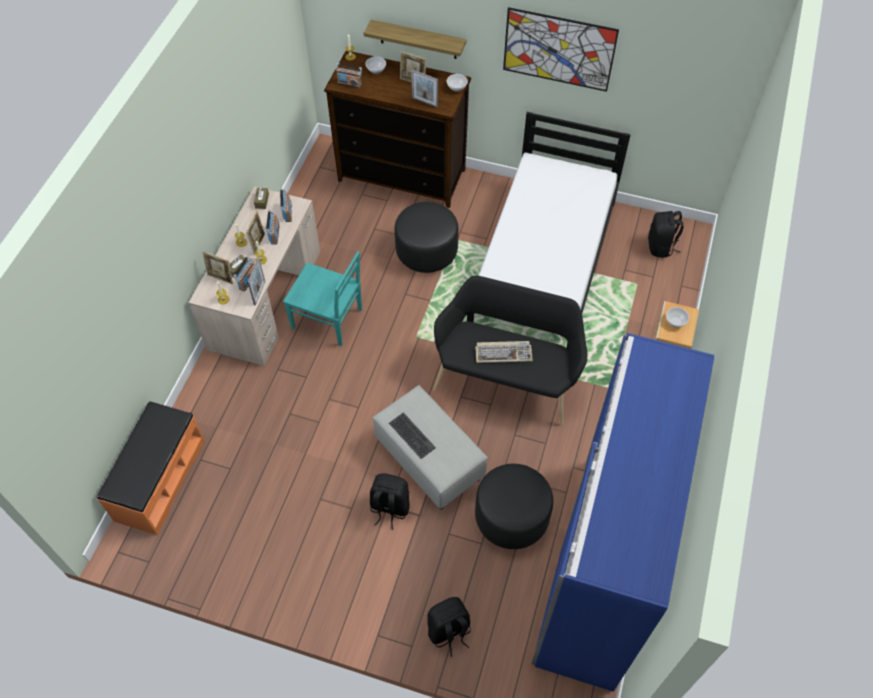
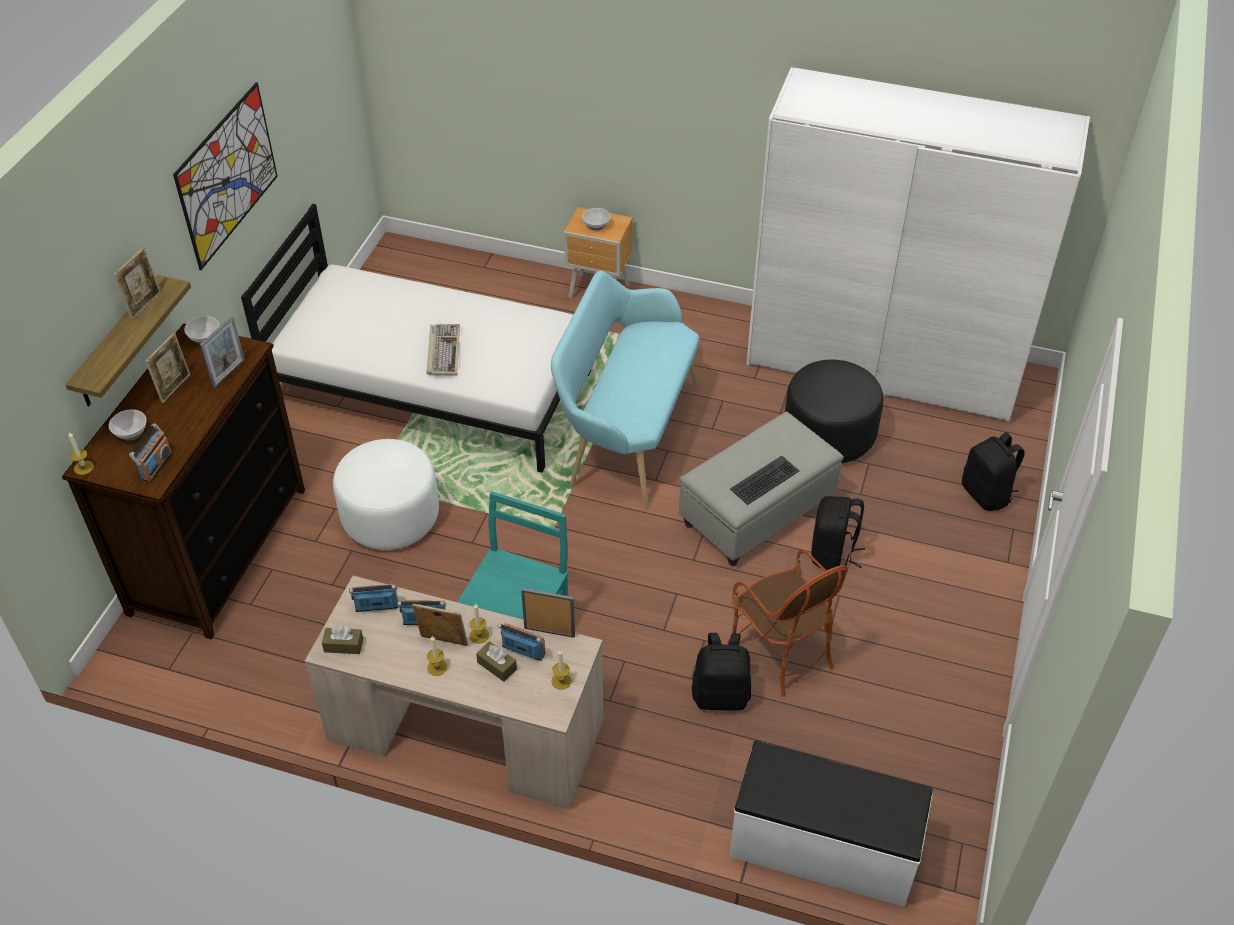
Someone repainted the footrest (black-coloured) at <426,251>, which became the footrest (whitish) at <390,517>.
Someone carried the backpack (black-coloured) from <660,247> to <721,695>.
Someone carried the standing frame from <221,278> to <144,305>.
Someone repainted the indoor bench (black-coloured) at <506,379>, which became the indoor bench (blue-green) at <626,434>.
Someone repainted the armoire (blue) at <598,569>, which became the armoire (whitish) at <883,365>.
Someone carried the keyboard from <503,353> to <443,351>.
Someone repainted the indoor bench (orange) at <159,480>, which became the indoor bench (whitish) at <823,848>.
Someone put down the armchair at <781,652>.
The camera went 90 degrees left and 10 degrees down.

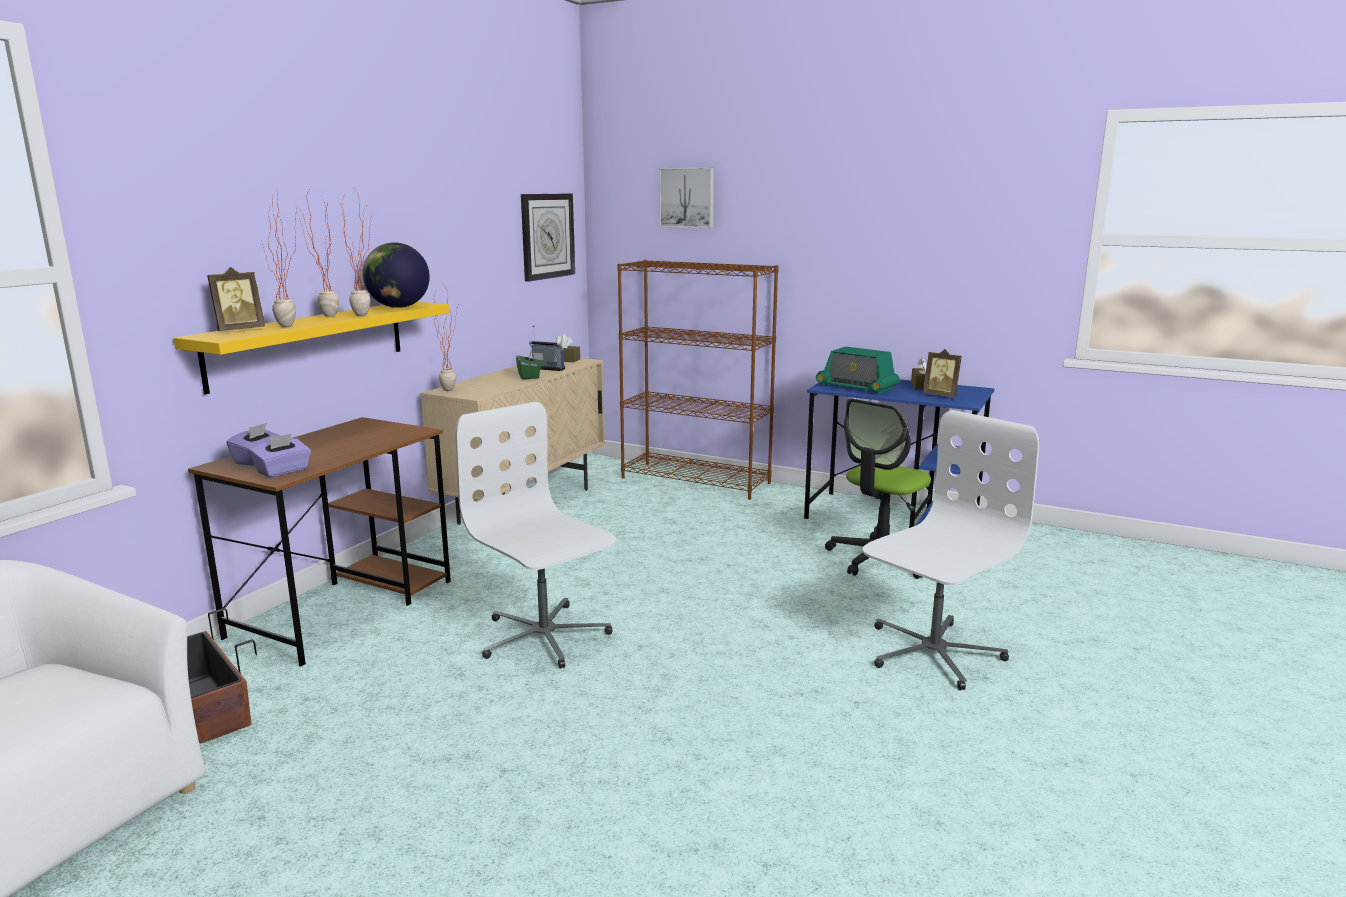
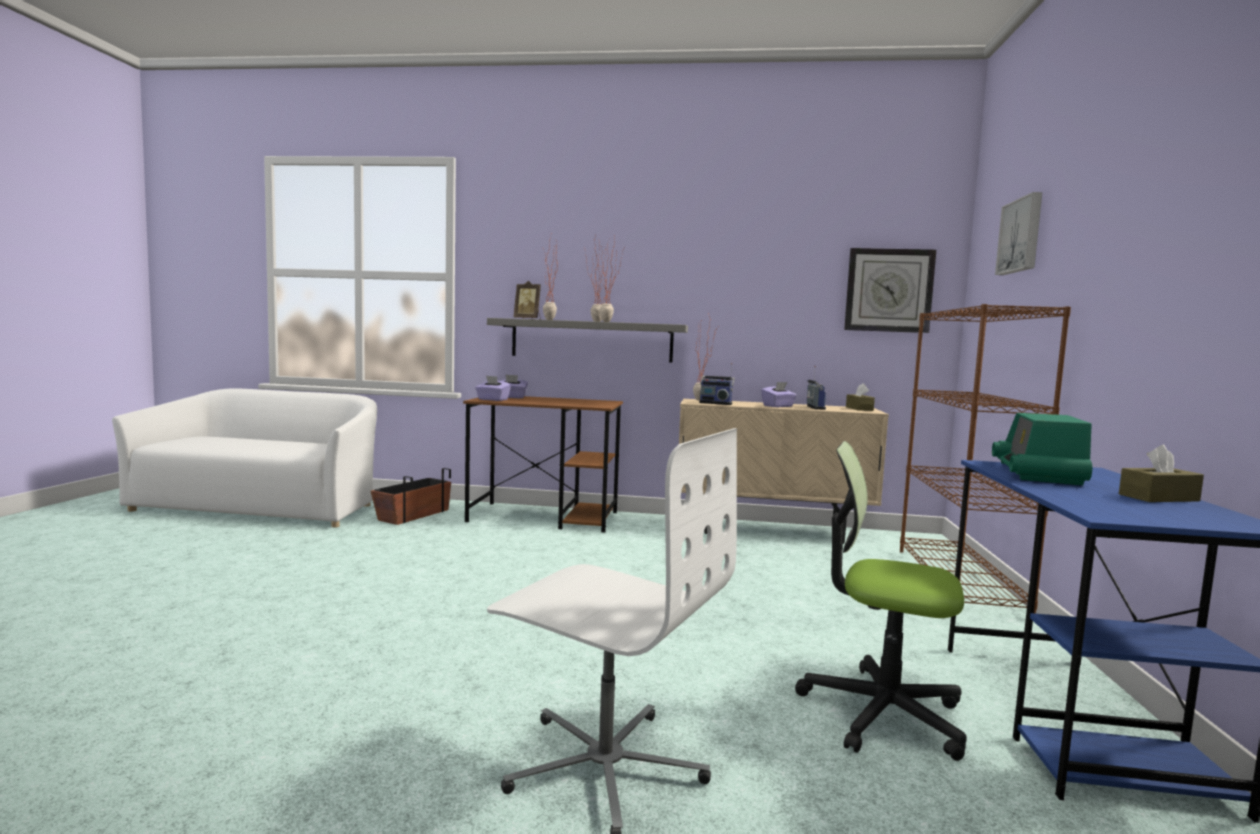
Someone took away the desk globe at <398,307>.
Someone repainted the bracket shelf (yellow-coloured) at <309,343>, which became the bracket shelf (gray) at <591,340>.
Someone took away the standing frame at <941,396>.
Someone repainted the box of tissues (green-coloured) at <529,376>, which became the box of tissues (purplish) at <778,406>.
Someone took away the office chair (whitish) at <543,637>.
Someone put down the radio at <716,403>.
The camera went 70 degrees right and 10 degrees down.

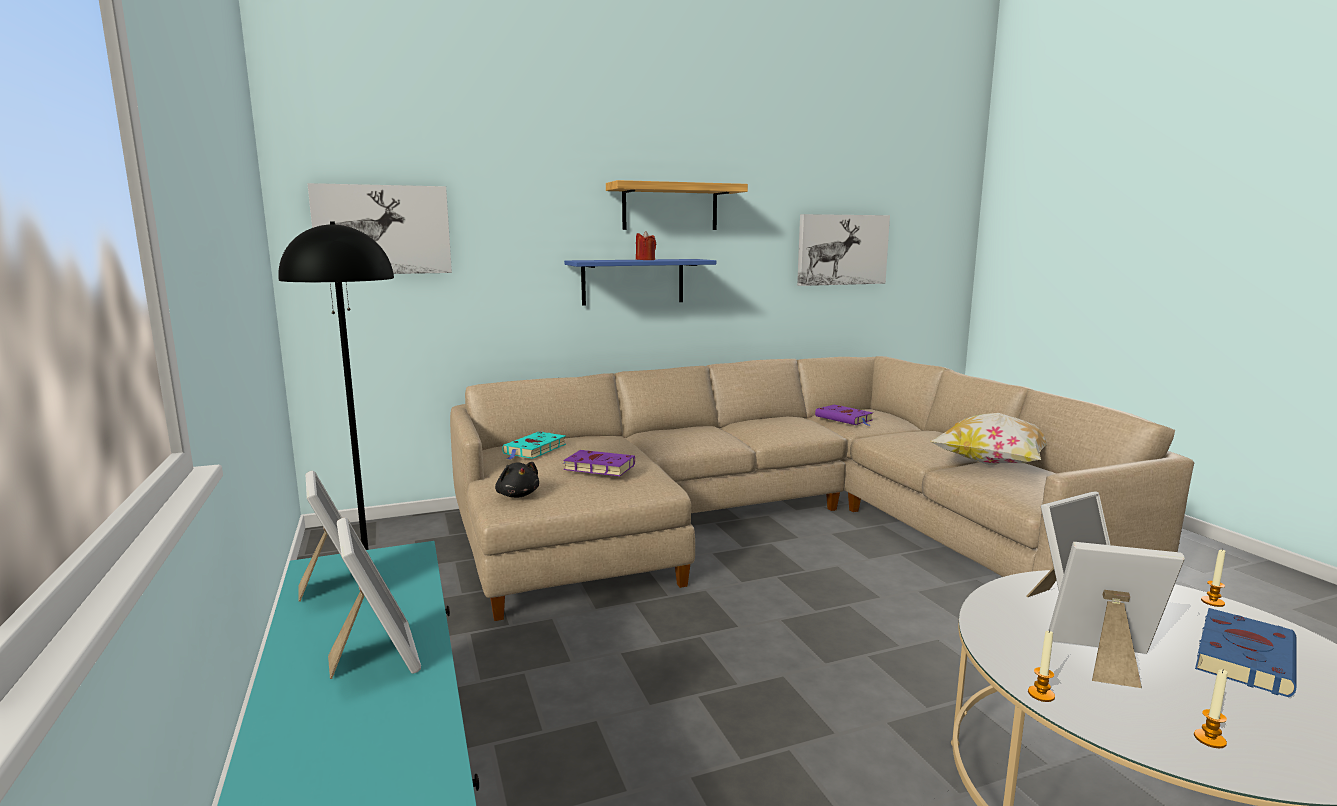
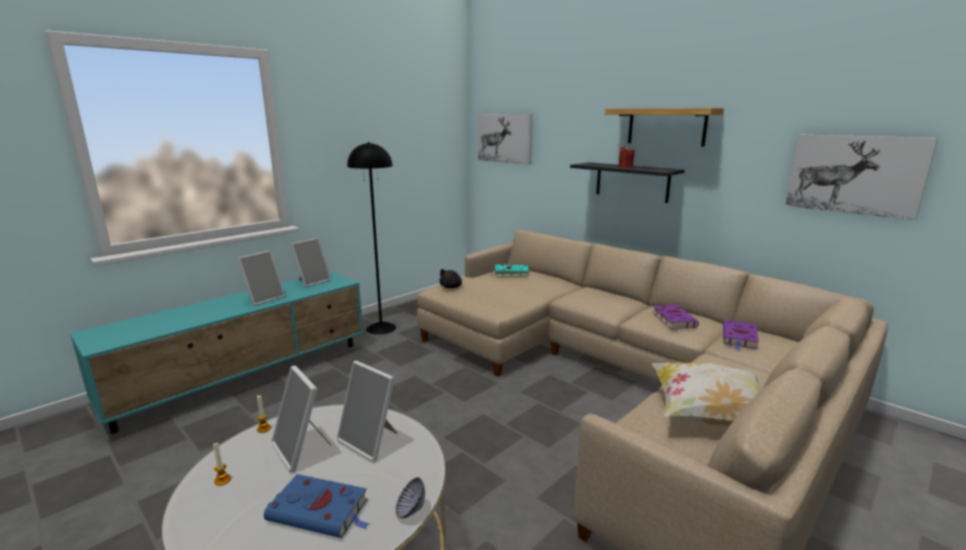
Someone repainted the bracket shelf (blue) at <633,281>, which became the bracket shelf (black-coloured) at <632,182>.
Someone carried the book (purplish) from <597,467> to <673,319>.
Someone rotated the standing frame at <1103,661> by 150 degrees clockwise.
Someone swapped the wax candle at <1212,602> for the bowl at <410,510>.
The camera went 65 degrees right and 5 degrees up.

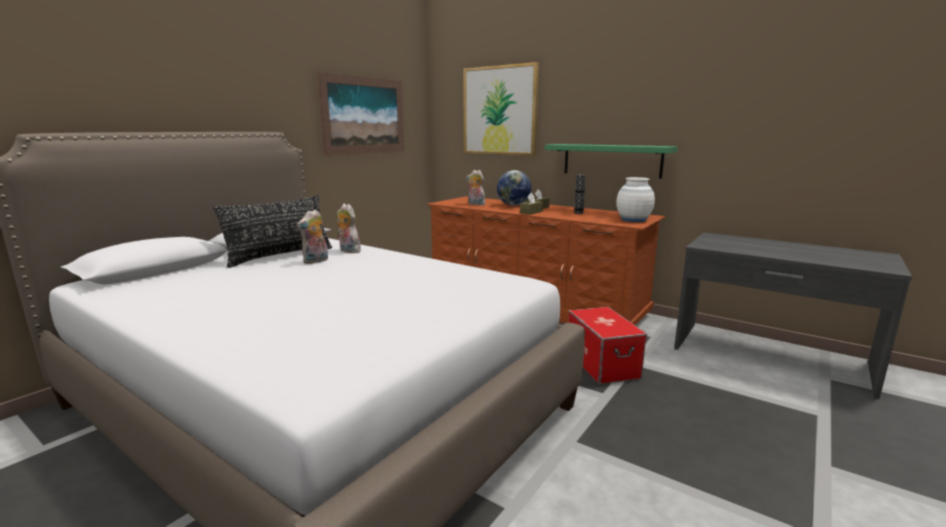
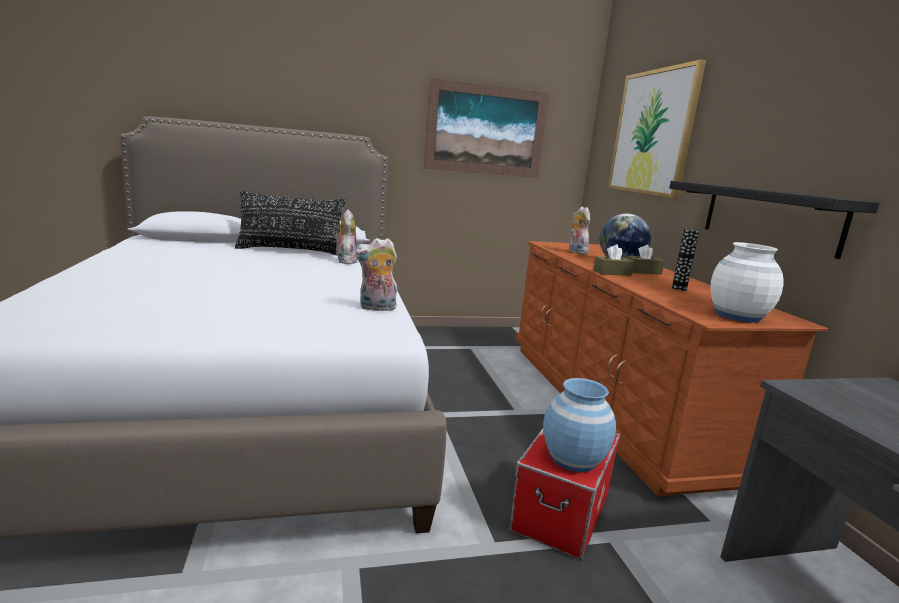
Someone repainted the bracket shelf (green-coloured) at <611,160>, which became the bracket shelf (black-coloured) at <769,216>.
Someone carried the plush toy from <316,261> to <377,308>.
Someone put down the vase (blue) at <573,459>.
The camera went 40 degrees right and 0 degrees up.

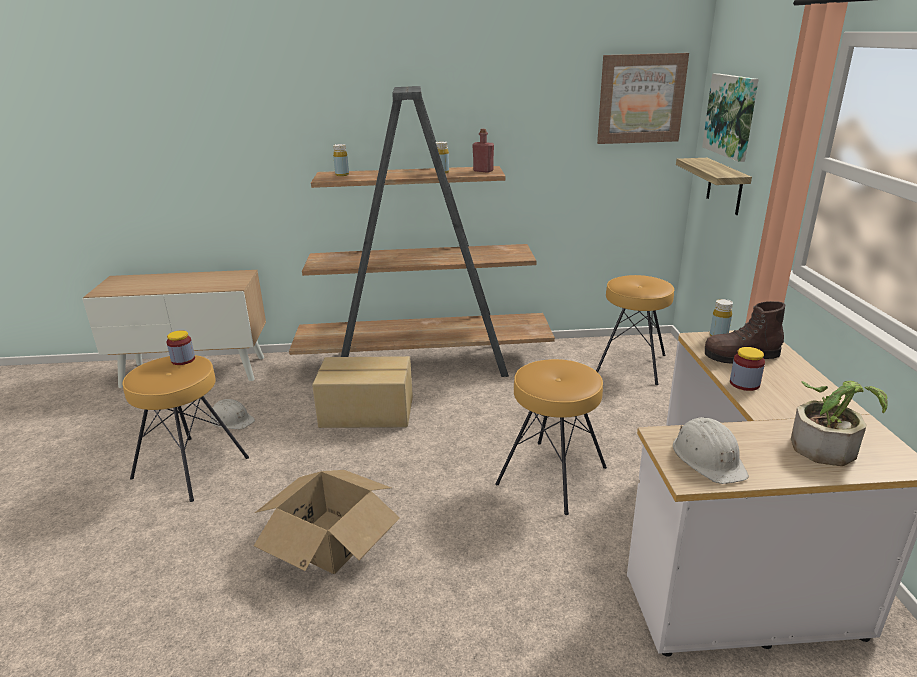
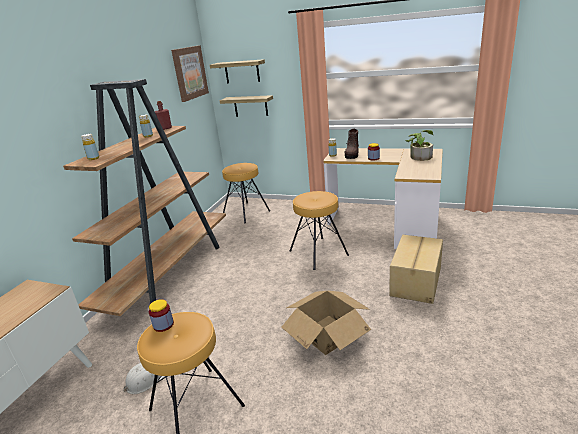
Someone swapped the wall picture at <731,115> for the bracket shelf at <242,71>.
Someone carried the packing box from <367,413> to <417,281>.
Someone took away the safety helmet (whitish) at <708,458>.
The camera went 65 degrees left and 0 degrees up.

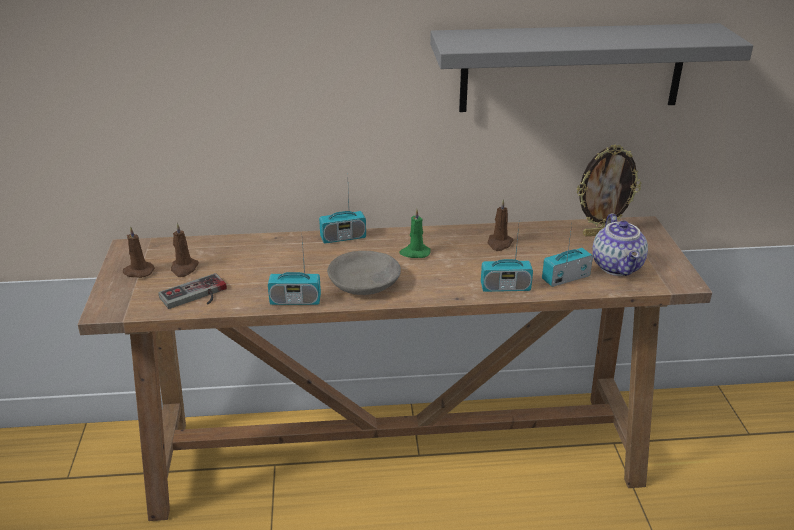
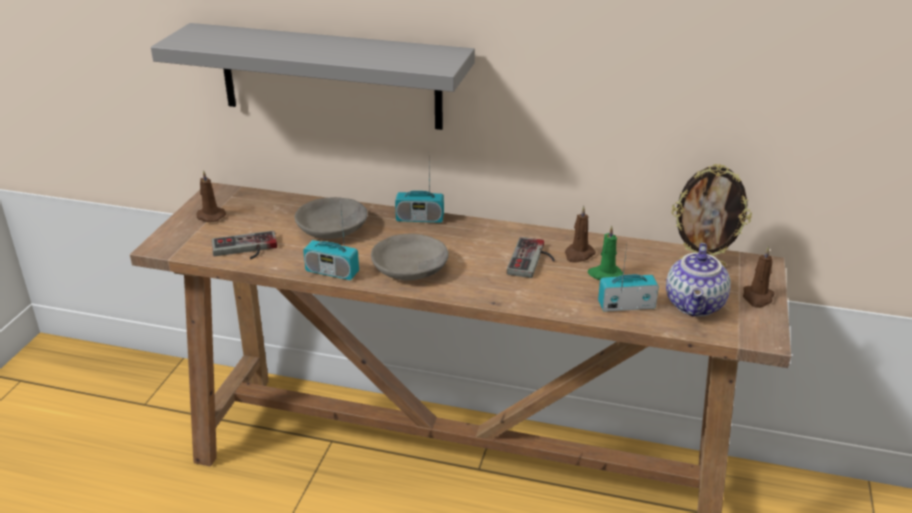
Someone carried the bracket shelf (gray) from <572,68> to <330,76>.
Someone carried the wax candle (green-coloured) from <414,253> to <604,275>.
Someone carried the wax candle (brown) from <184,268> to <757,298>.
Someone took away the radio at <505,287>.
Someone put down the bowl (gray) at <333,228>.
Someone put down the gamepad at <533,260>.
The camera went 20 degrees right and 0 degrees up.

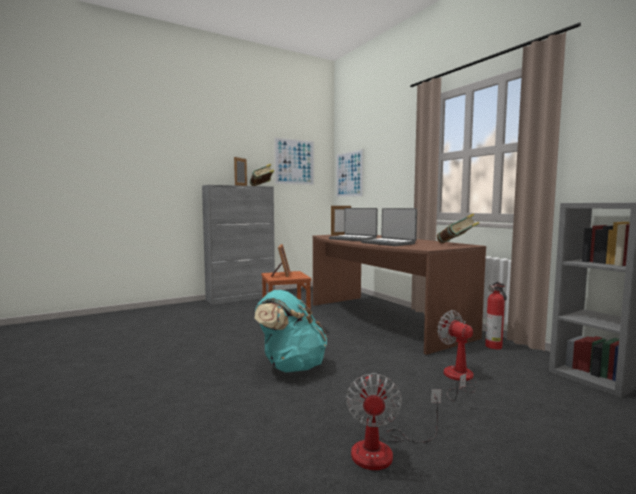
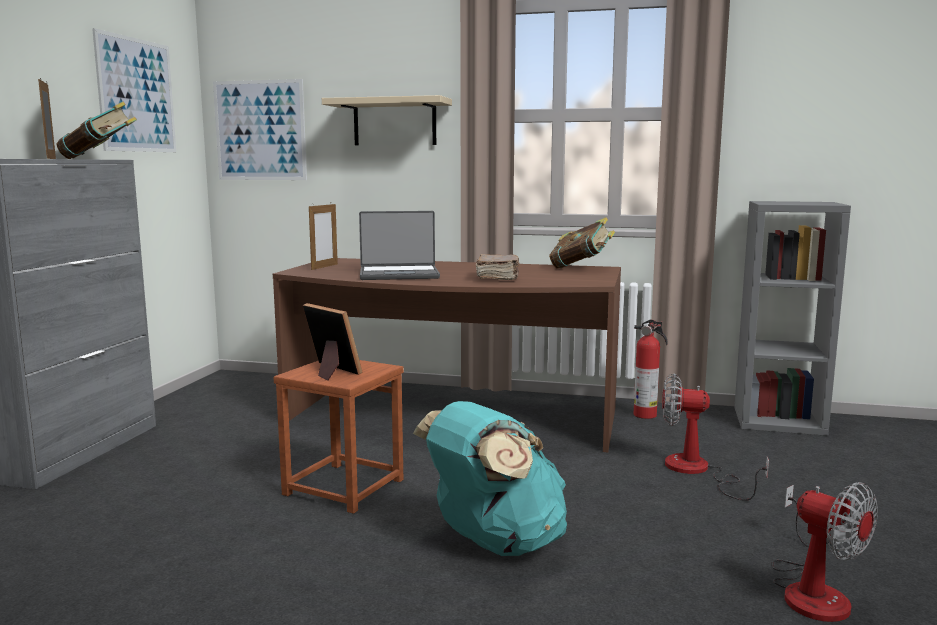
Someone swapped the laptop at <389,243> for the book (brown) at <498,278>.
Someone put up the bracket shelf (beige-coloured) at <394,122>.
The camera went 45 degrees left and 5 degrees up.

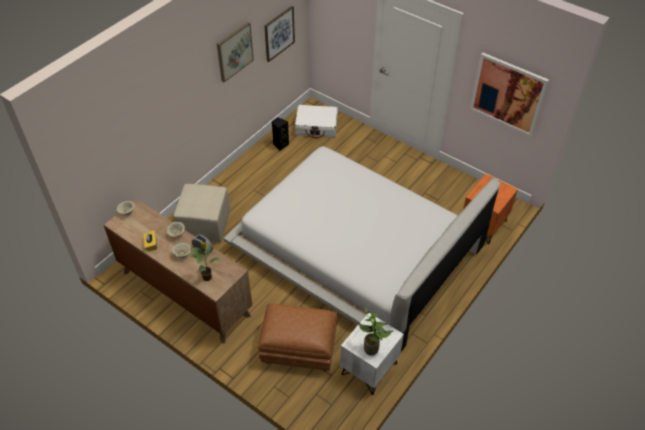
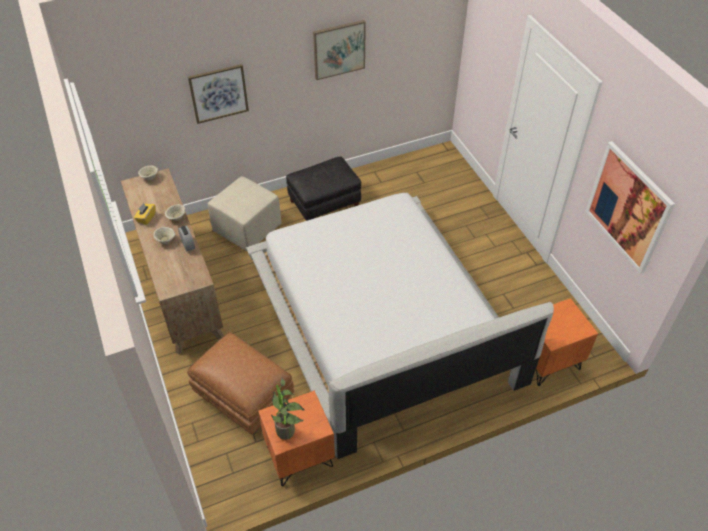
Someone carried the wall picture from <279,33> to <218,93>.
Someone took away the piece of luggage (whitish) at <316,127>.
Someone took away the audio speaker (black-coloured) at <280,145>.
Someone took away the houseplant at <207,277>.
Someone repainted the bedside table (whitish) at <369,369>, which became the bedside table (orange) at <299,457>.
Someone put down the footrest (black-coloured) at <324,205>.
The camera went 30 degrees right and 0 degrees up.

